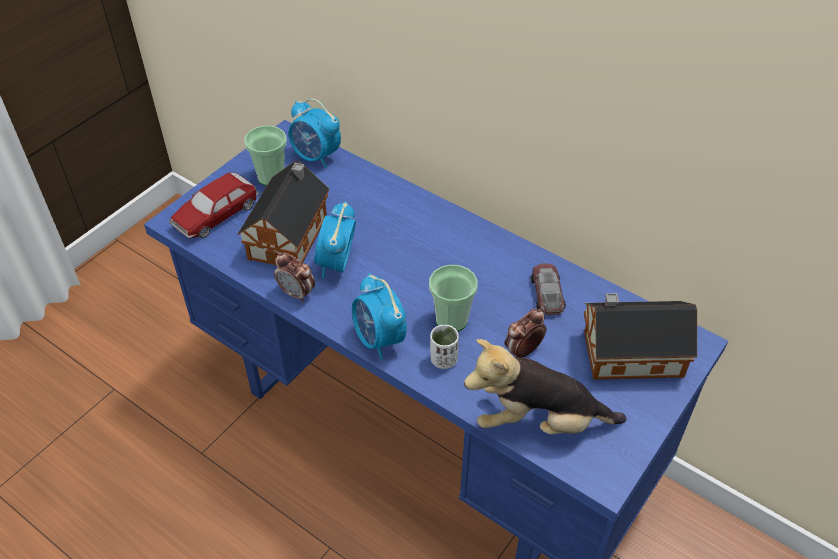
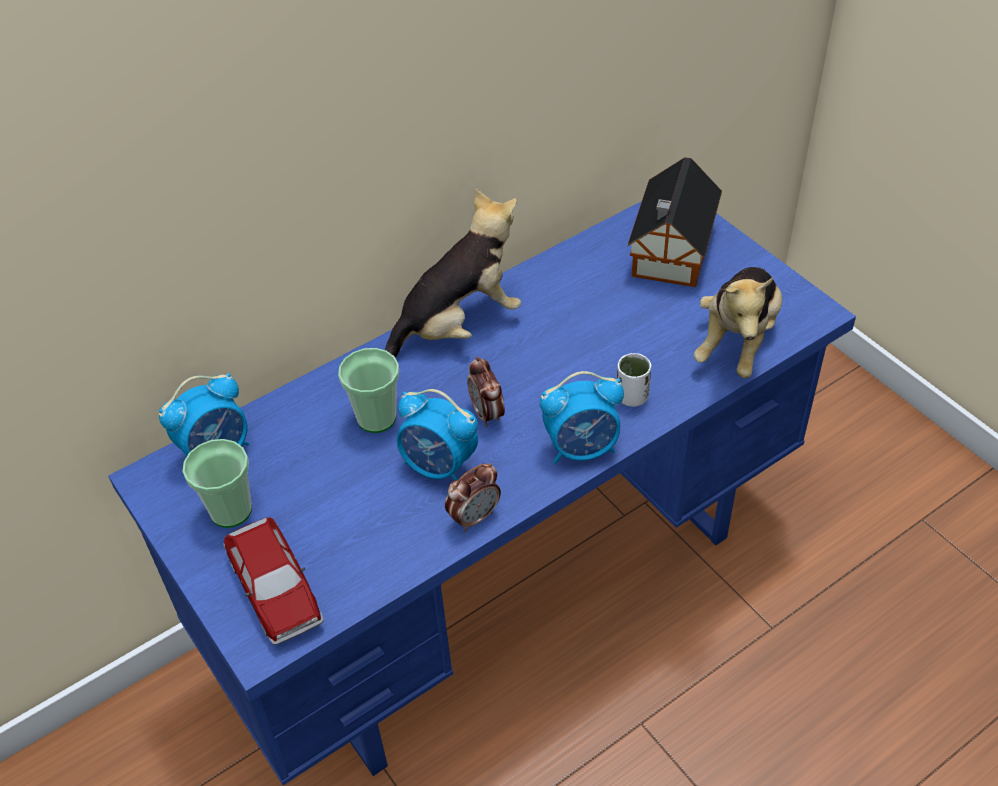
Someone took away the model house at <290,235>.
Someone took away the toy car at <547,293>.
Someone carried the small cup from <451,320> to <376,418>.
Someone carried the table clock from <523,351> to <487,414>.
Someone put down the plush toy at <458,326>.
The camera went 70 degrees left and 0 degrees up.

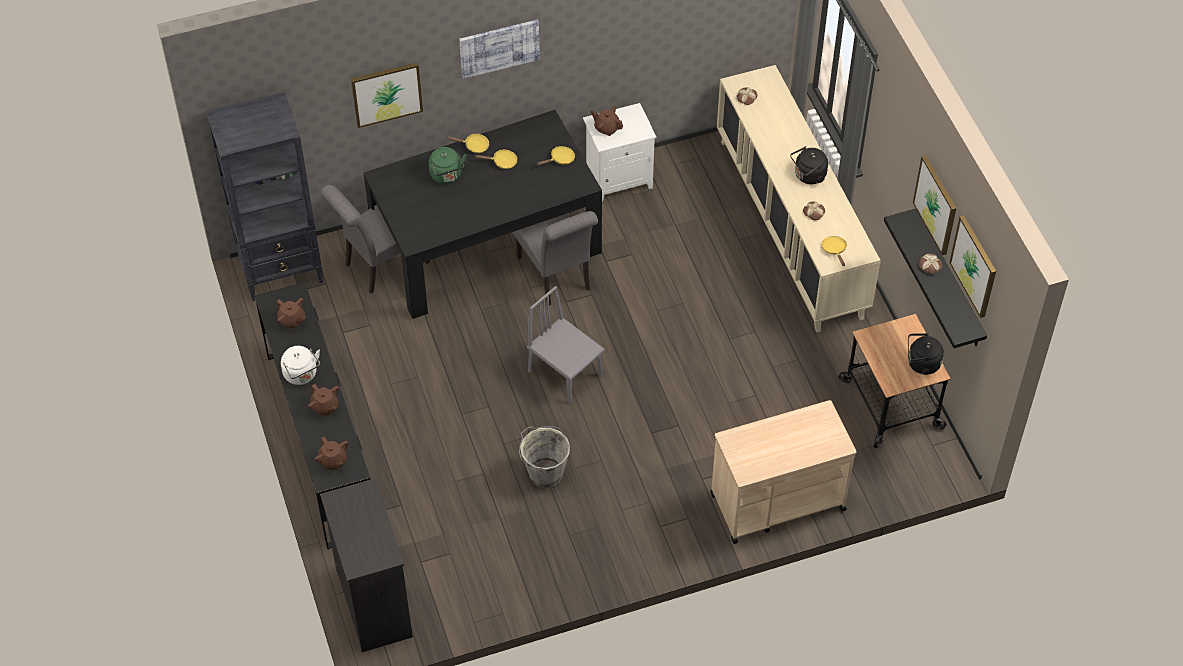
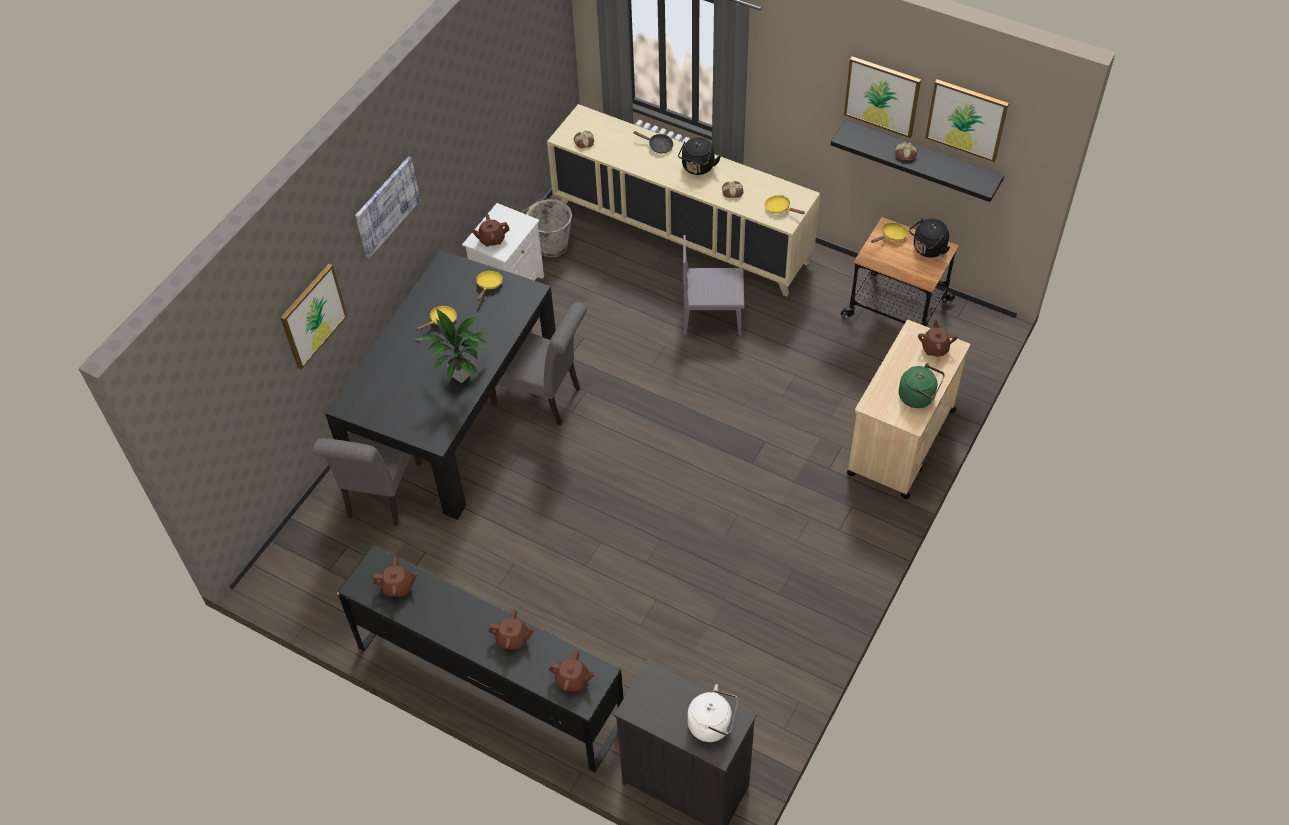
Someone took away the bookshelf (black-coloured) at <282,270>.
Someone carried the skillet (yellow-coloured) from <474,146> to <892,236>.
Someone carried the tea kettle (green-coloured) from <447,176> to <919,397>.
Someone carried the chair (gray) from <565,373> to <712,316>.
Someone carried the tea kettle (whitish) from <302,375> to <713,724>.
Someone carried the pail (gray) from <544,472> to <550,245>.
Someone put down the skillet (black-coloured) at <658,146>.
Someone put down the houseplant at <461,376>.
Someone put down the tea pot (brown) at <935,348>.
The camera went 40 degrees left and 0 degrees up.

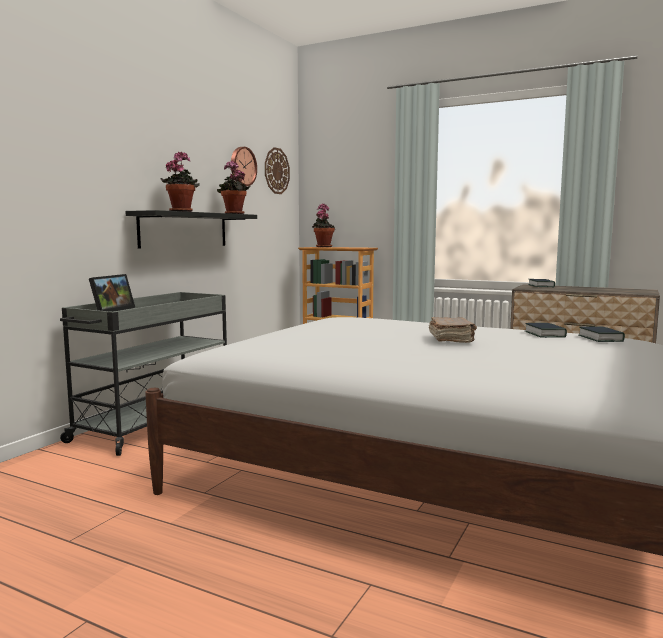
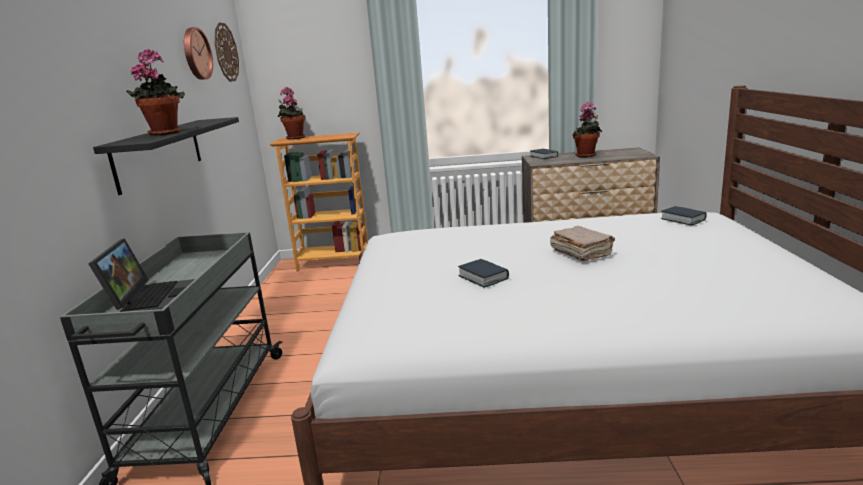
Someone carried the houseplant from <233,214> to <586,156>.
Someone carried the book from <545,334> to <483,277>.
The camera went 25 degrees left and 10 degrees up.

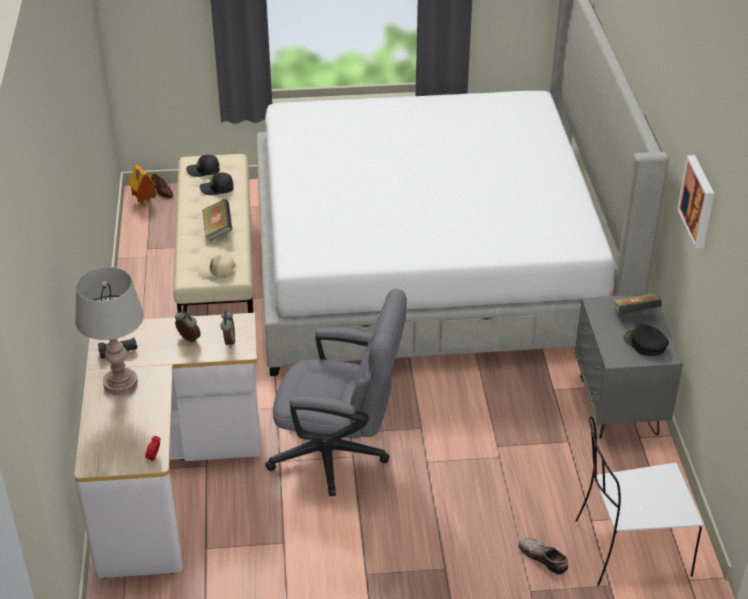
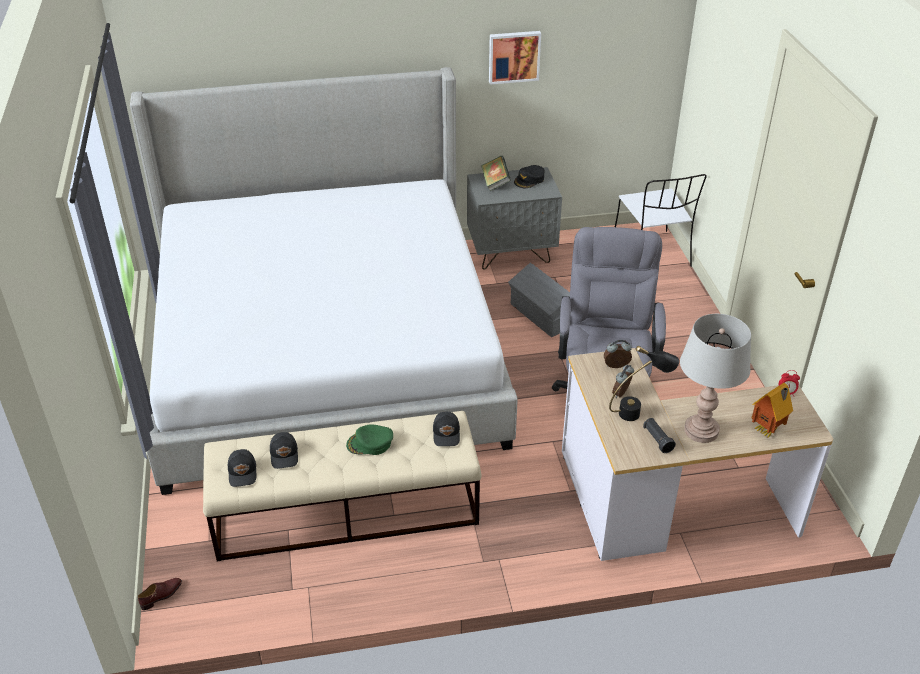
Someone carried the model house from <144,203> to <768,431>.
Someone swapped the book at <218,230> for the peaked cap (green-coloured) at <370,444>.
Someone repainted the peaked cap (beige-coloured) at <218,271>, which became the peaked cap (black-coloured) at <447,434>.
Someone took away the item of footwear at <544,557>.
Someone put down the storage bin (gray) at <541,315>.
Someone put down the table lamp (black-coloured) at <638,412>.
The camera went 95 degrees left and 0 degrees up.

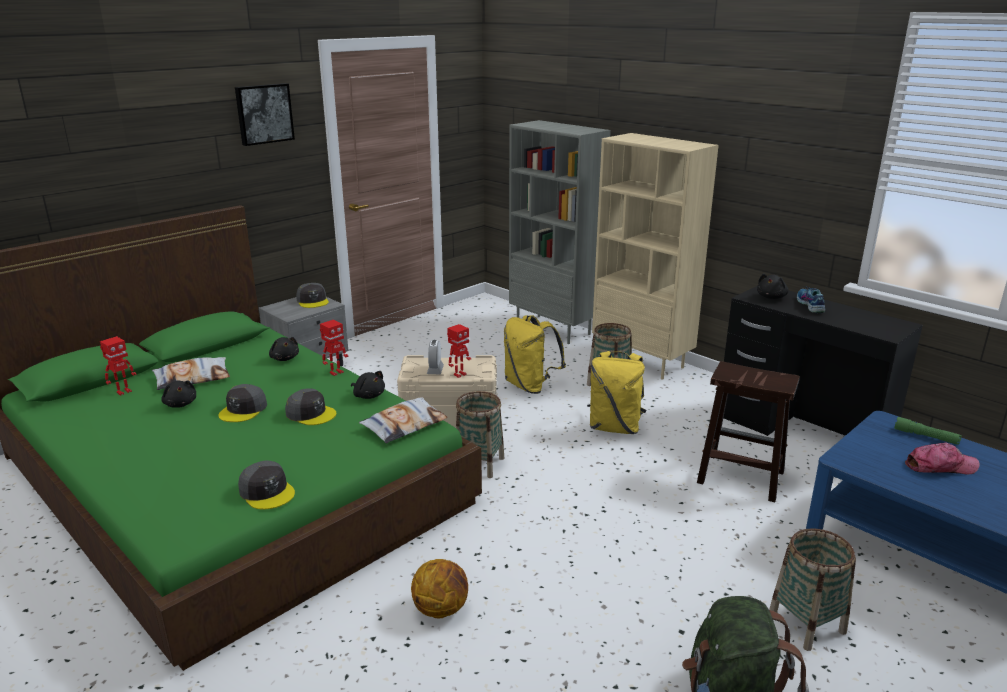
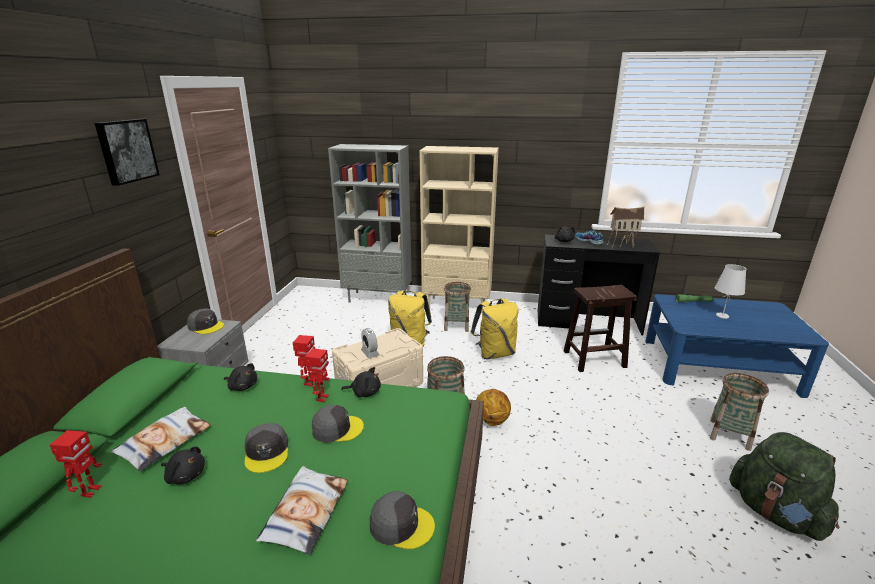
Someone carried the robot figure from <459,374> to <321,398>.
Someone carried the pillow from <404,425> to <305,513>.
Someone swapped the peaked cap at <940,466> for the table lamp (whitish) at <722,315>.
Someone carried the ball for basketball from <441,609> to <492,420>.
Someone put down the model house at <621,245>.
The camera went 35 degrees left and 0 degrees up.

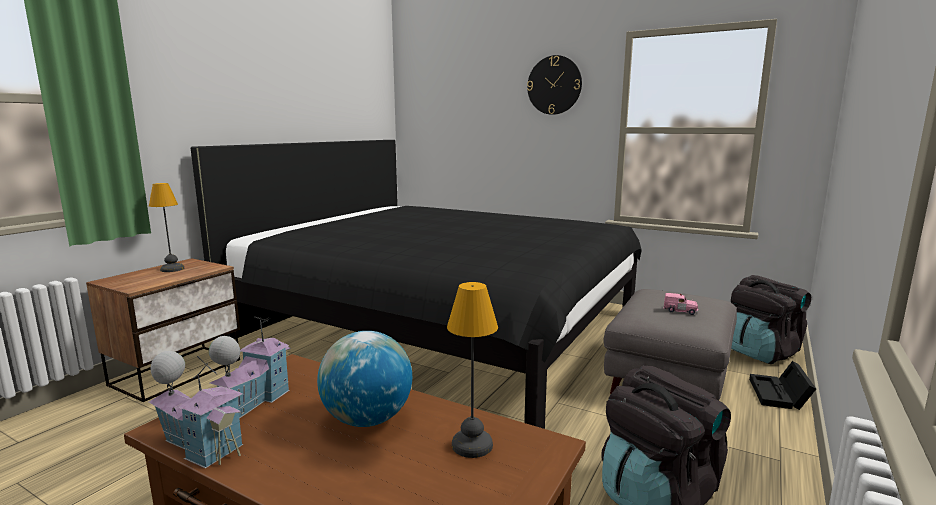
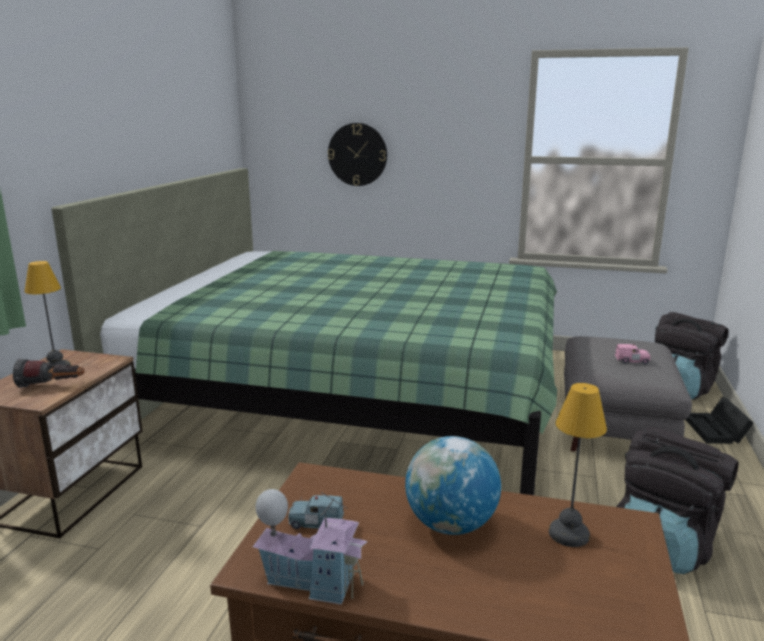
Someone carried the hanging clock from <554,85> to <357,154>.
Someone repainted the bed (black-coloured) at <440,328>, which became the bed (green-coloured) at <353,397>.
Someone swapped the model house at <255,400> for the toy car (blue) at <315,523>.
Someone put down the hand torch at <52,386>.
The camera went 15 degrees left and 5 degrees up.

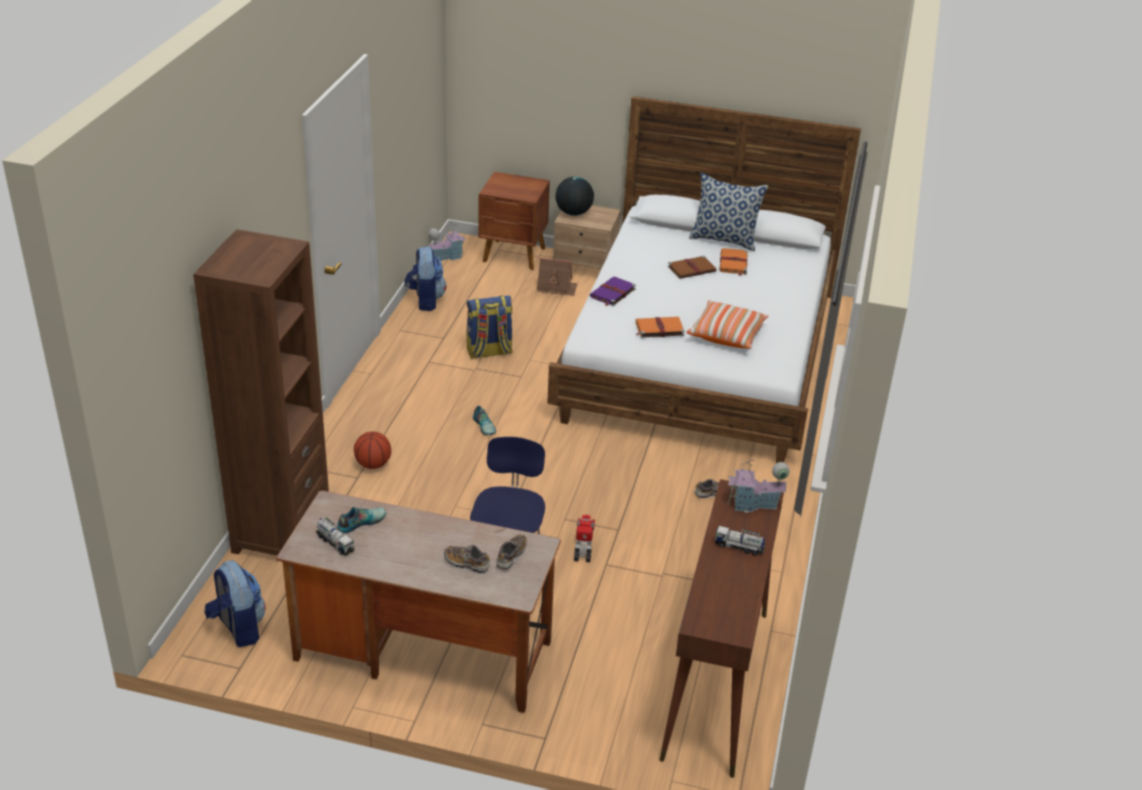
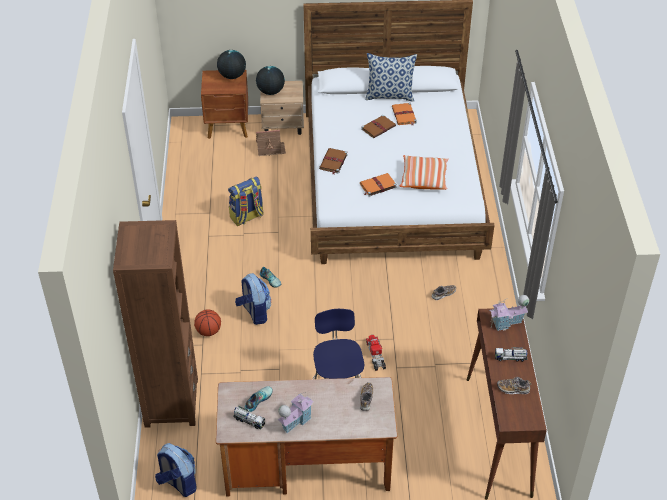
Someone carried the model house from <446,257> to <295,421>.
Someone carried the backpack from <425,300> to <254,312>.
Someone repainted the book (purplish) at <612,293>, which became the book (brown) at <333,162>.
Someone carried the item of footwear from <466,564> to <513,389>.
Someone put down the desk globe at <232,76>.
The camera went 15 degrees left and 10 degrees up.

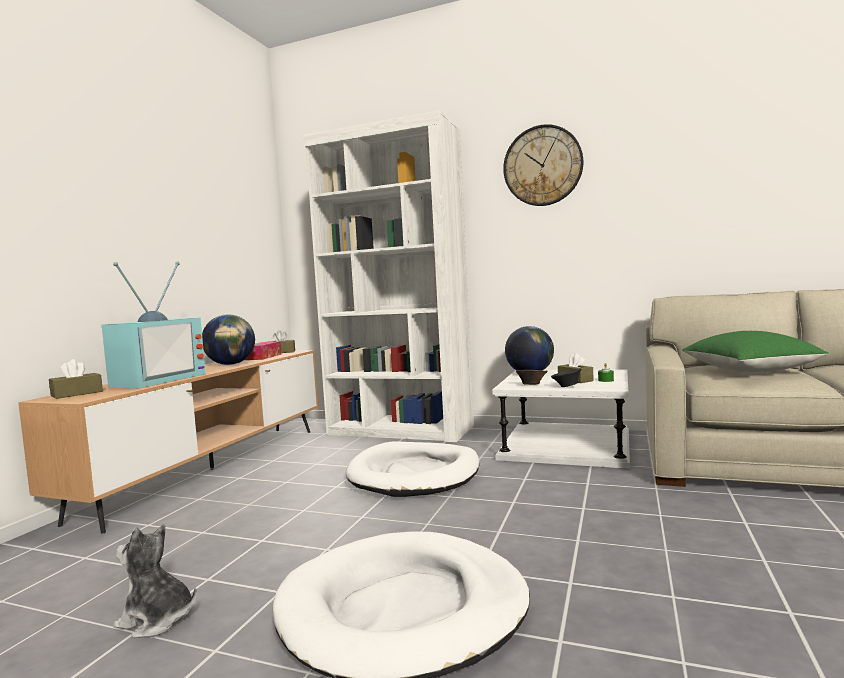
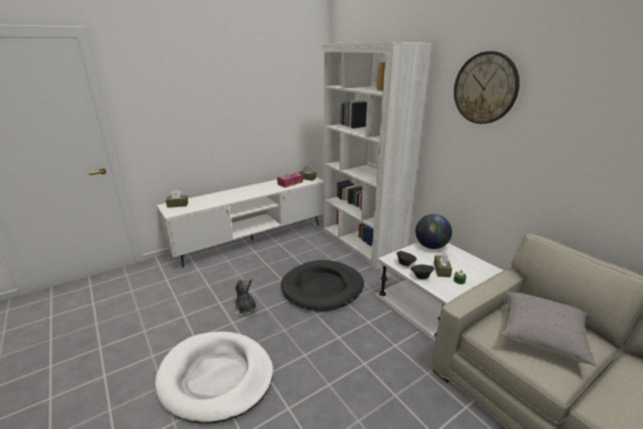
Someone took away the television at <157,380>.
Someone took away the desk globe at <231,364>.
Someone repainted the pillow (green-coloured) at <750,371>, which became the pillow (gray) at <540,336>.
Someone repainted the tv unit (brown) at <212,469>, which became the tv unit (whitish) at <252,239>.
Someone repainted the dog cushion (whitish) at <415,474>, which became the dog cushion (black-coloured) at <322,288>.
Someone carried the plush toy from <157,620> to <245,309>.
The camera went 35 degrees right and 20 degrees up.

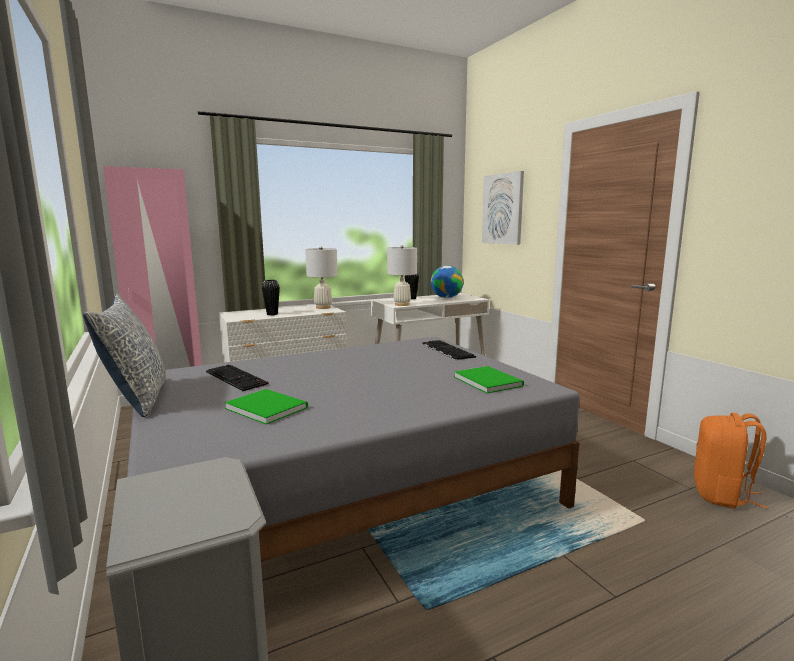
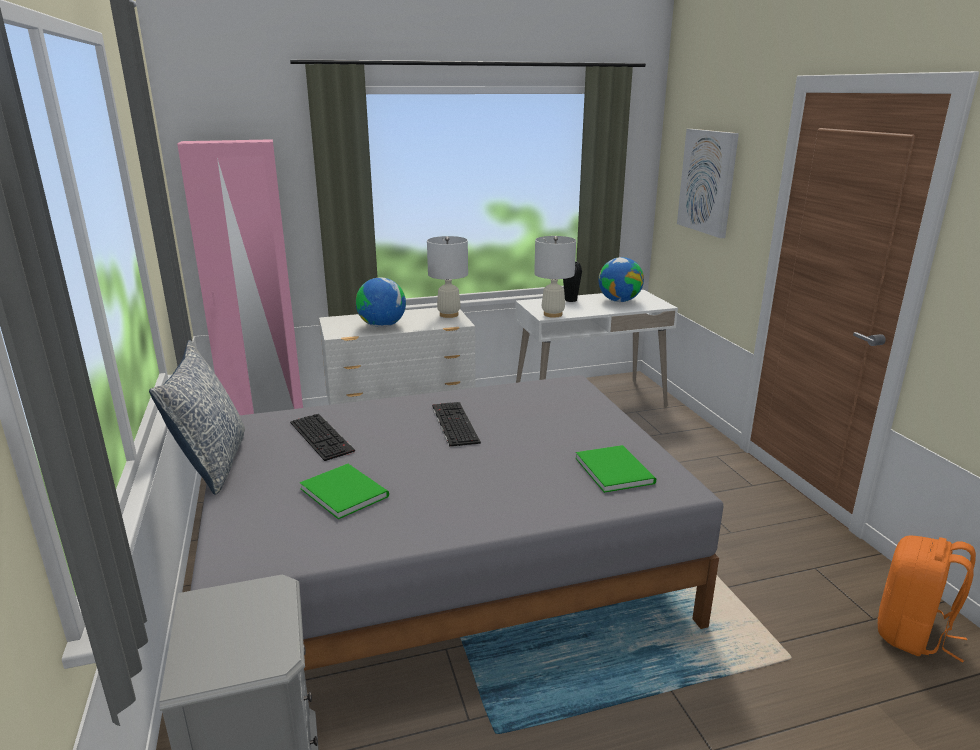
Someone swapped the vase (black-coloured) at <272,314> for the desk globe at <382,326>.
Someone carried the keyboard from <446,350> to <453,424>.
The camera went 10 degrees right and 10 degrees up.

